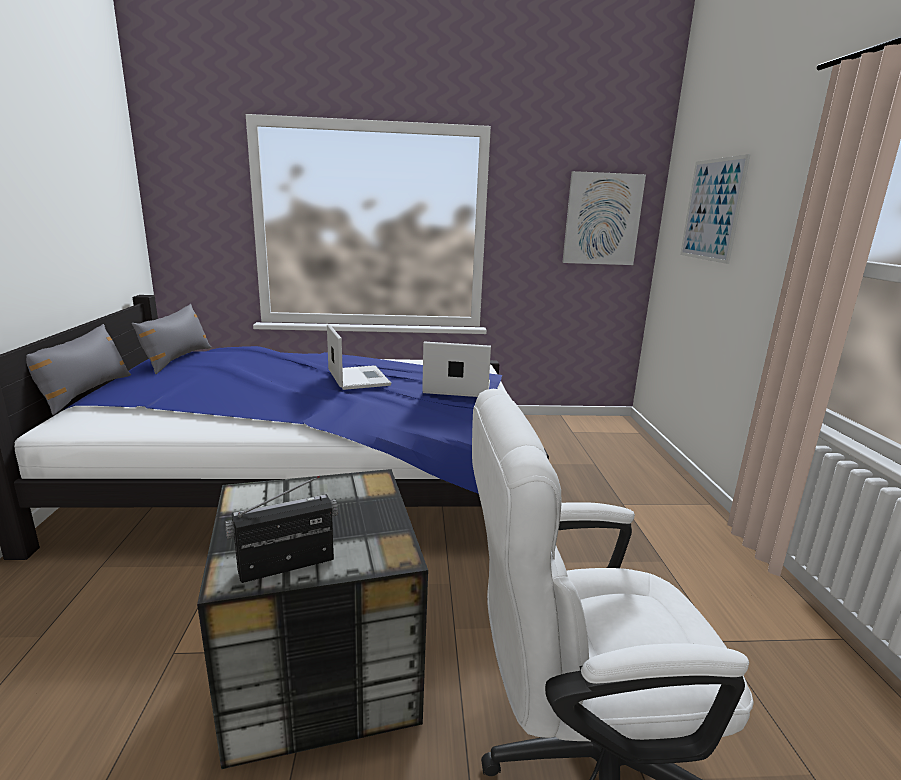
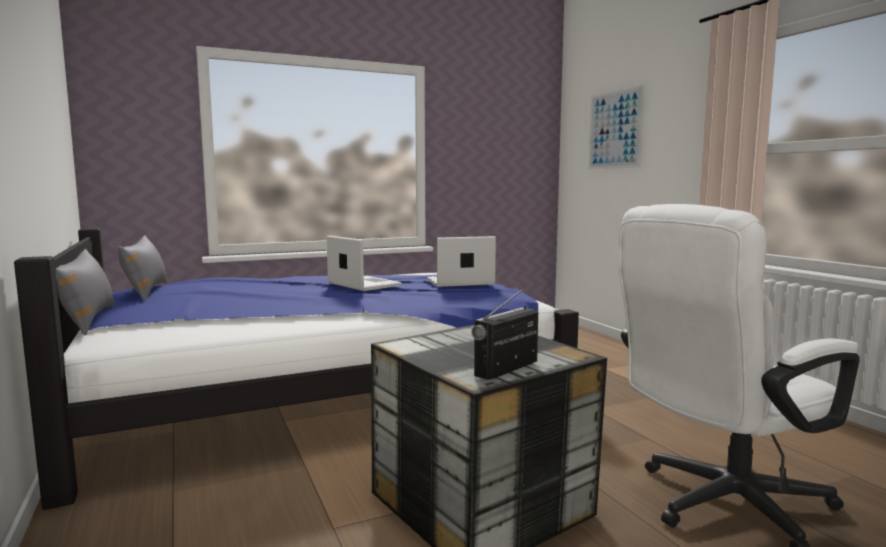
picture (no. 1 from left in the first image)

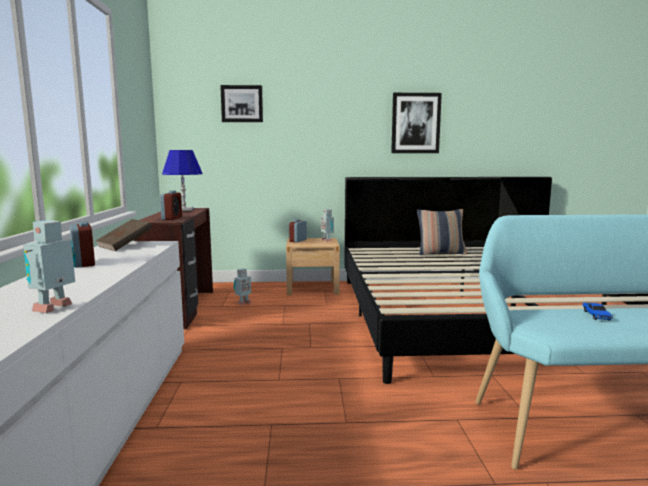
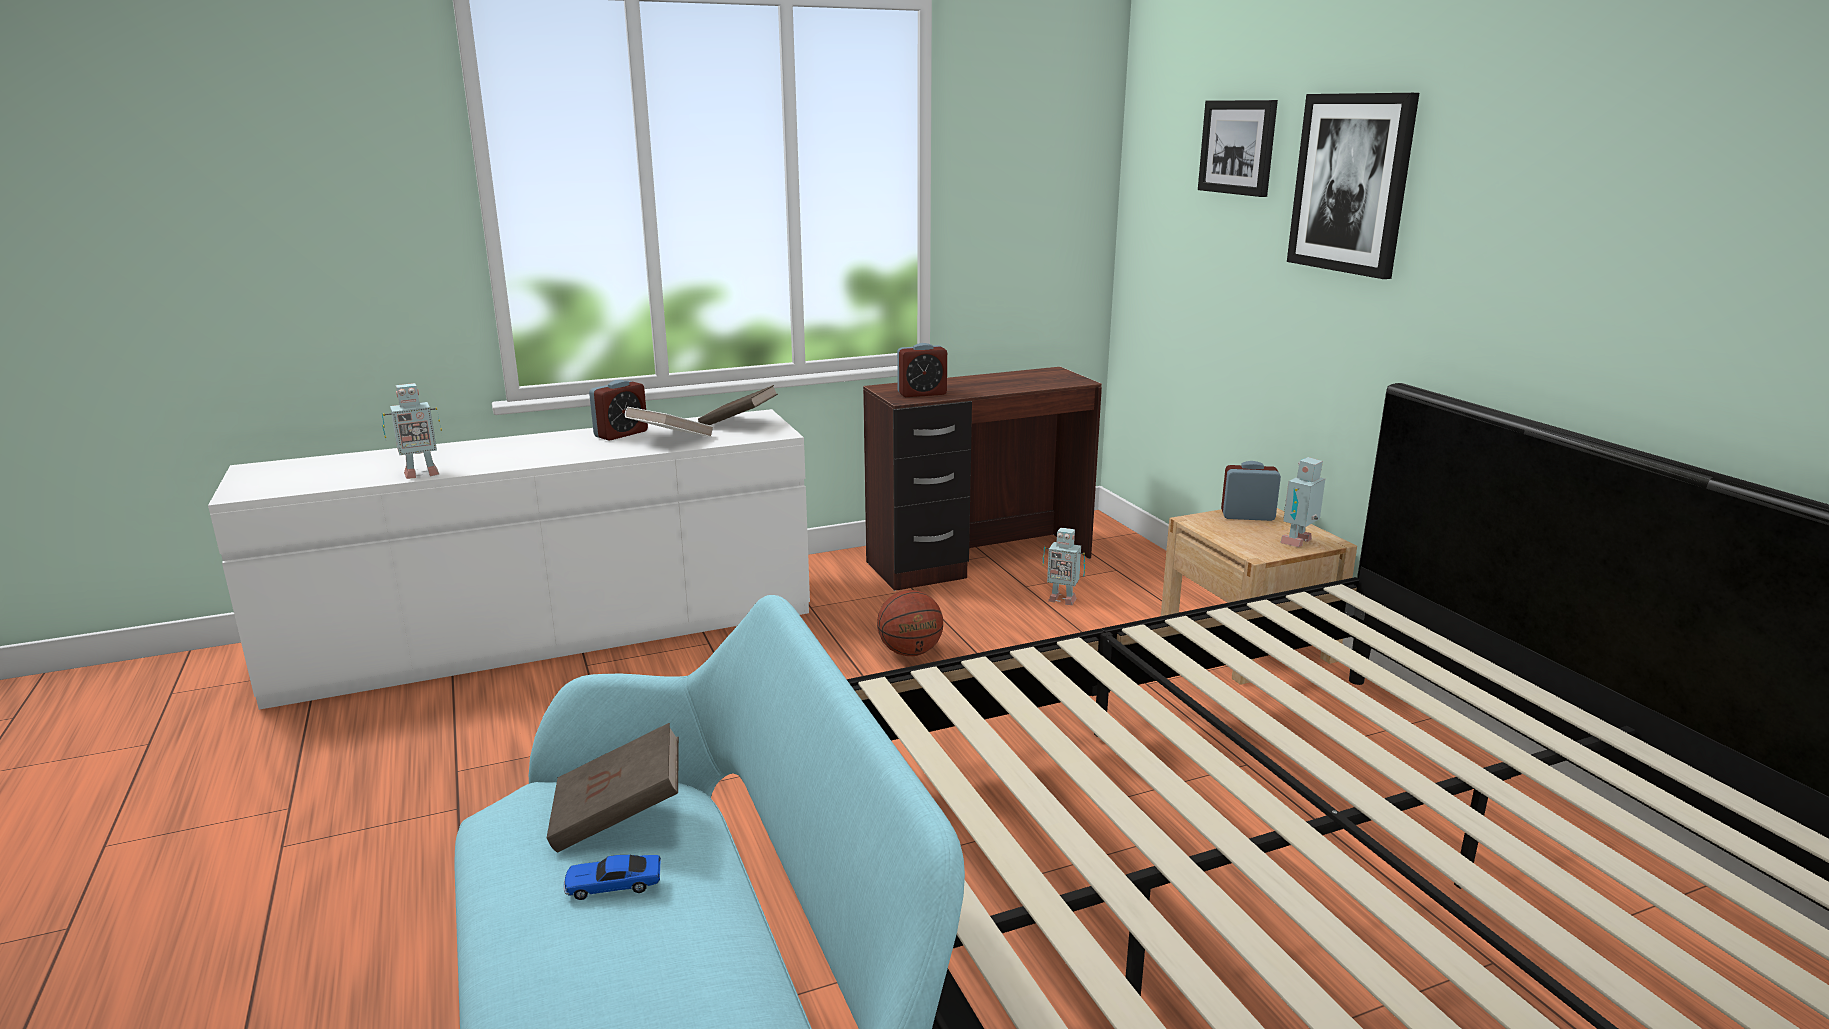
toy robot (no. 1 from left)
table lamp (blue)
picture (no. 2 from left)
pillow
book (brown) (no. 1 from left)
book (white)
basketball

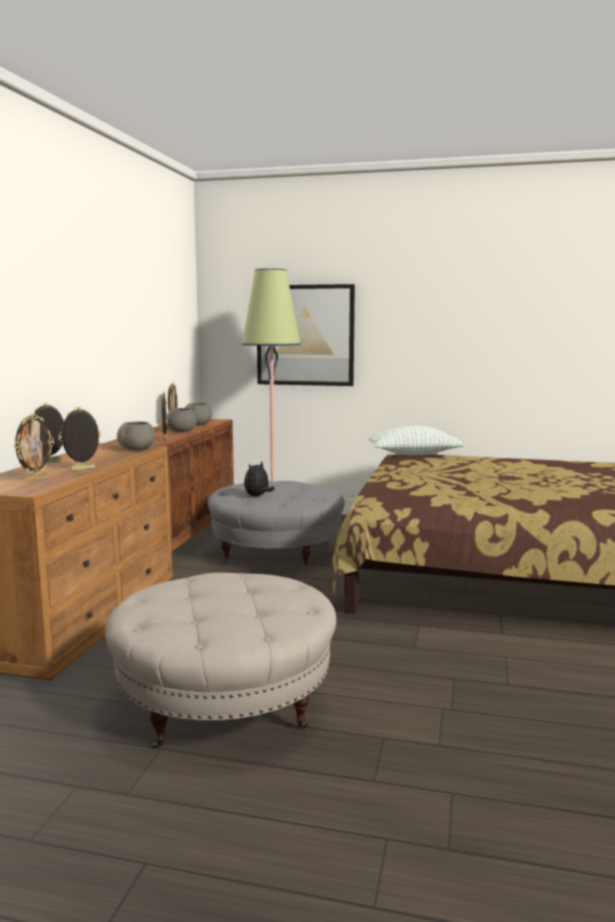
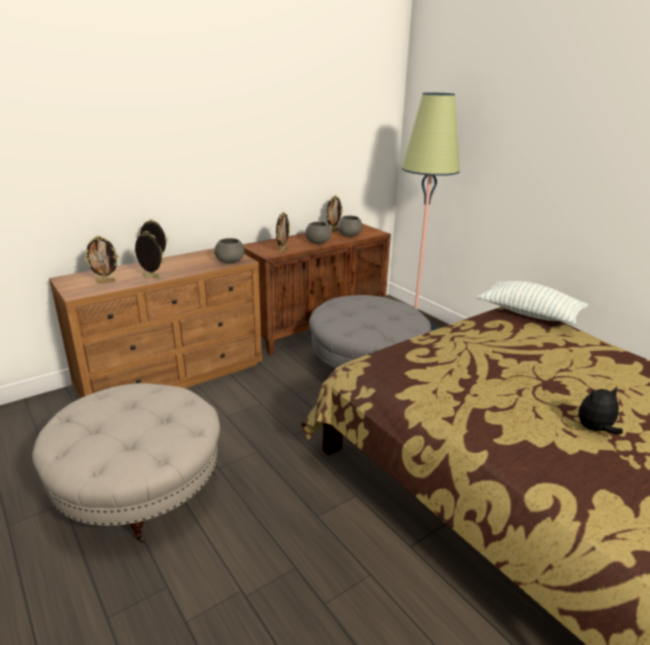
plush toy
picture

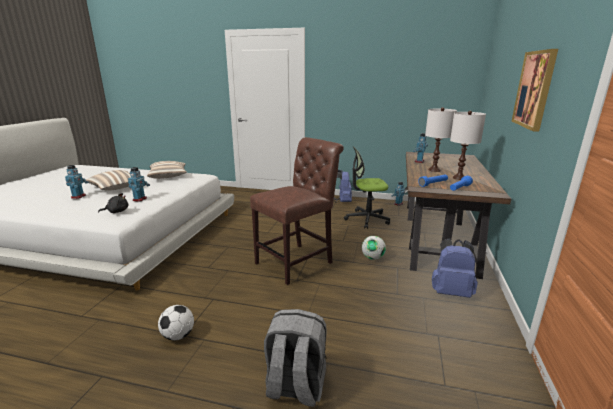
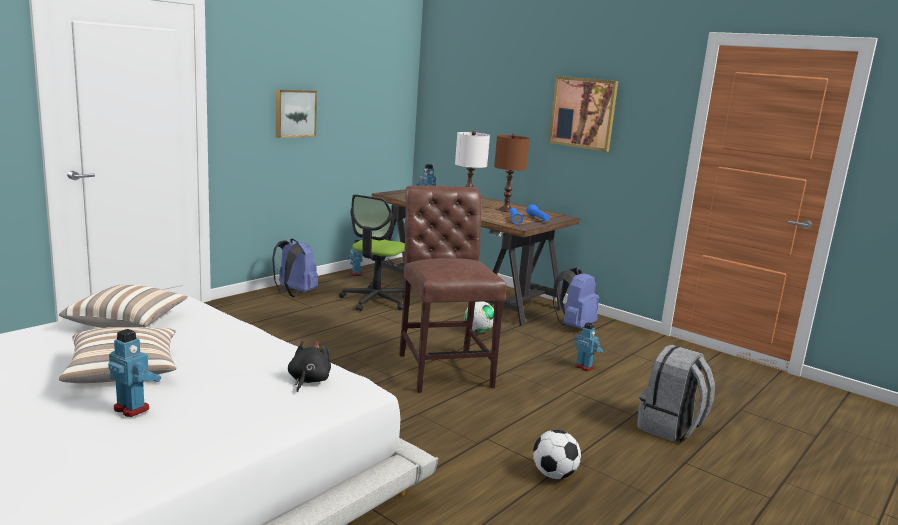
toy robot (no. 4 from left)
table lamp (brown)
picture (no. 1 from left)

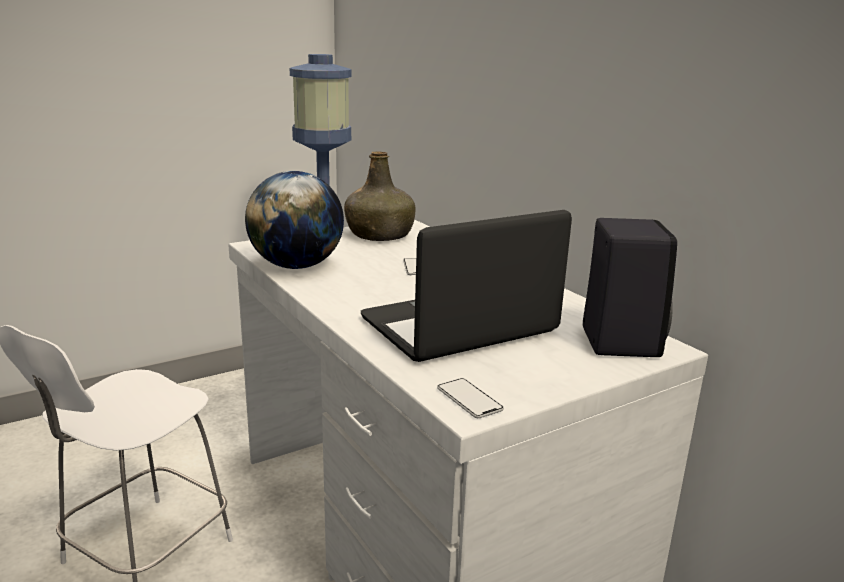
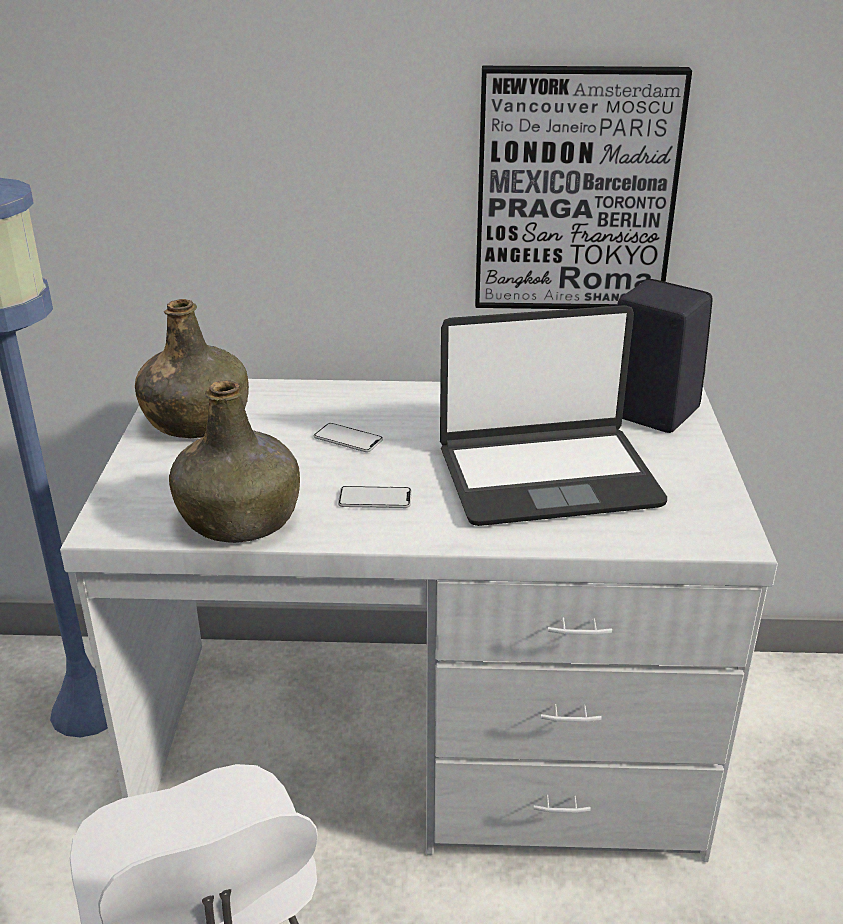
bottle (green) (no. 2 from left)
laptop
phone (no. 2 from left)
picture

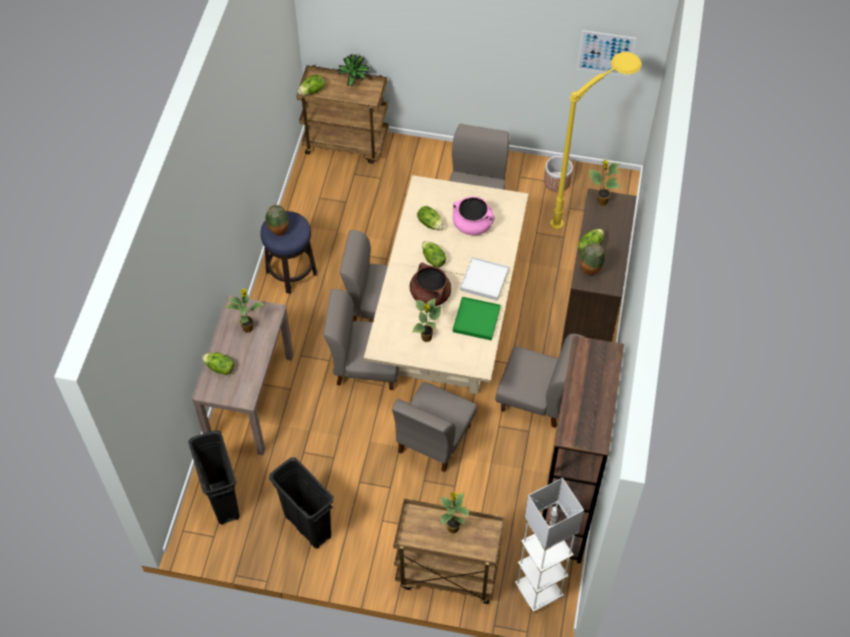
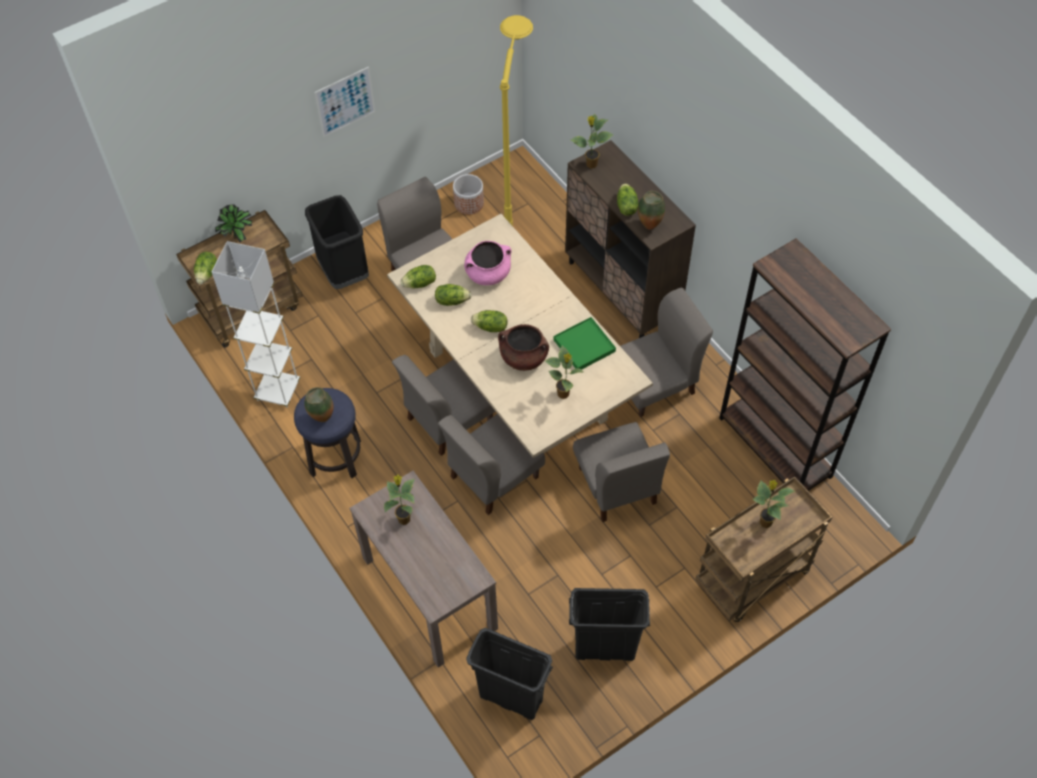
lettuce (no. 2 from left)
tray (white)
floor lamp (white)
picture
trash can (black) (no. 1 from left)

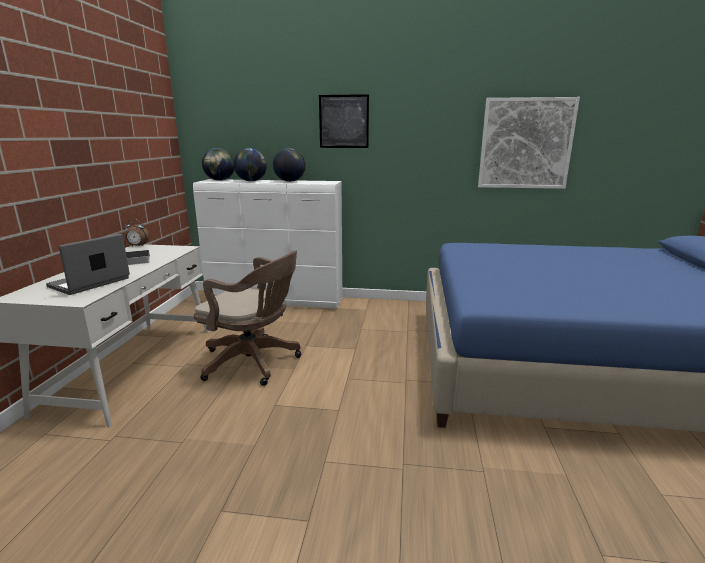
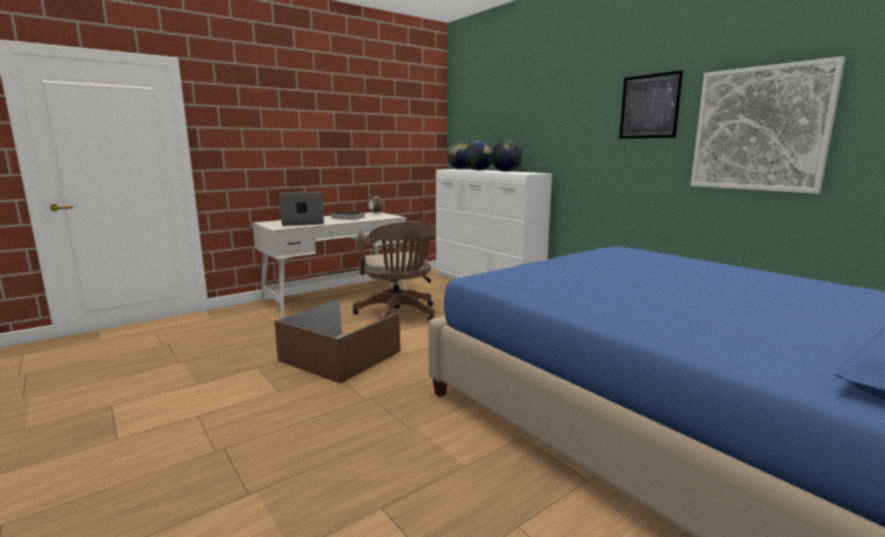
picture (no. 1 from left)
storage box (brown)

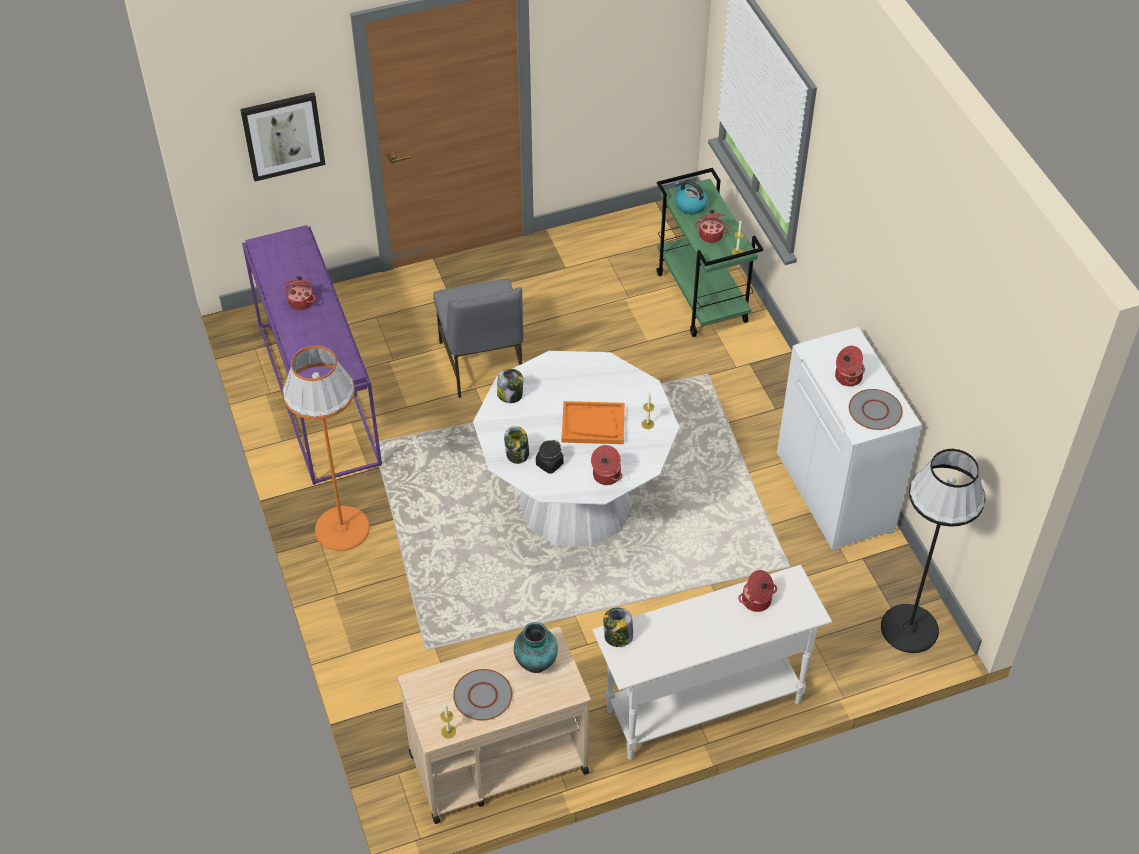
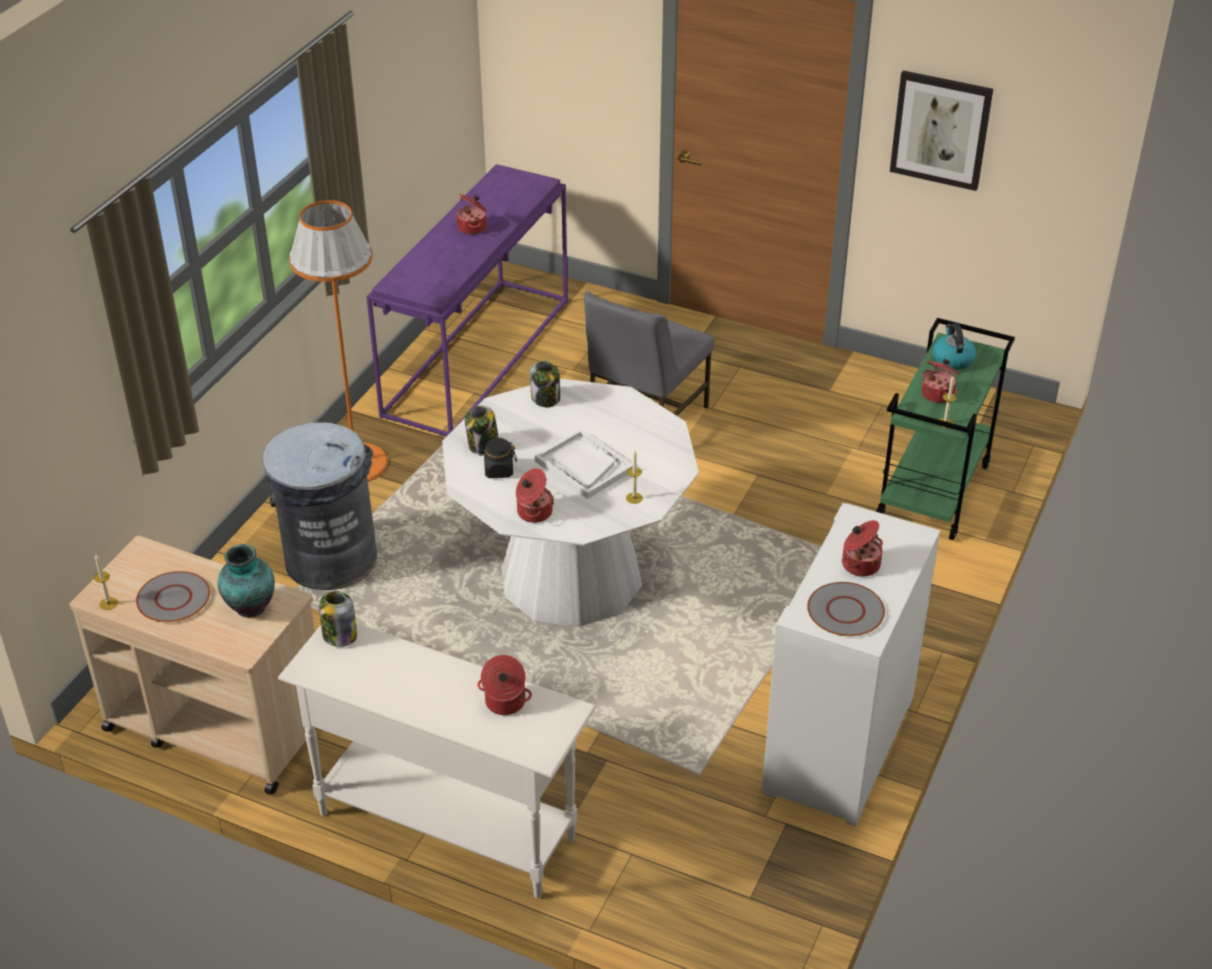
picture
tray (white)
floor lamp (black)
trash can (grey)

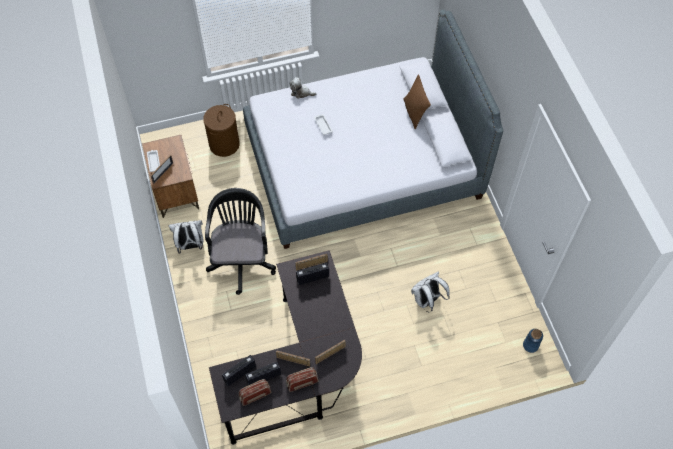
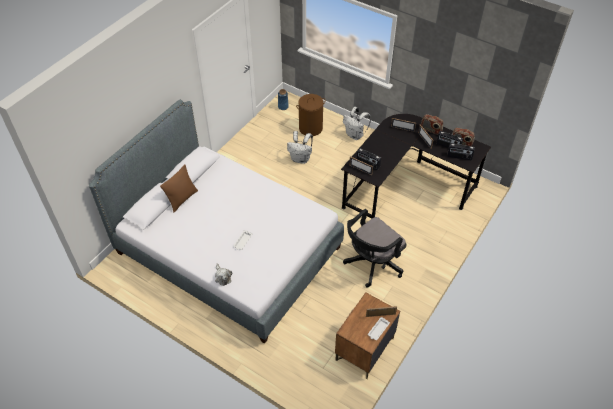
backpack (white) (no. 2 from left)
laundry basket (brown)

